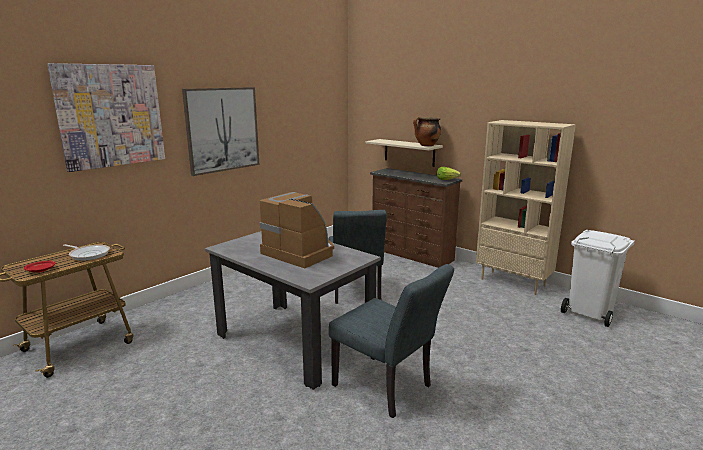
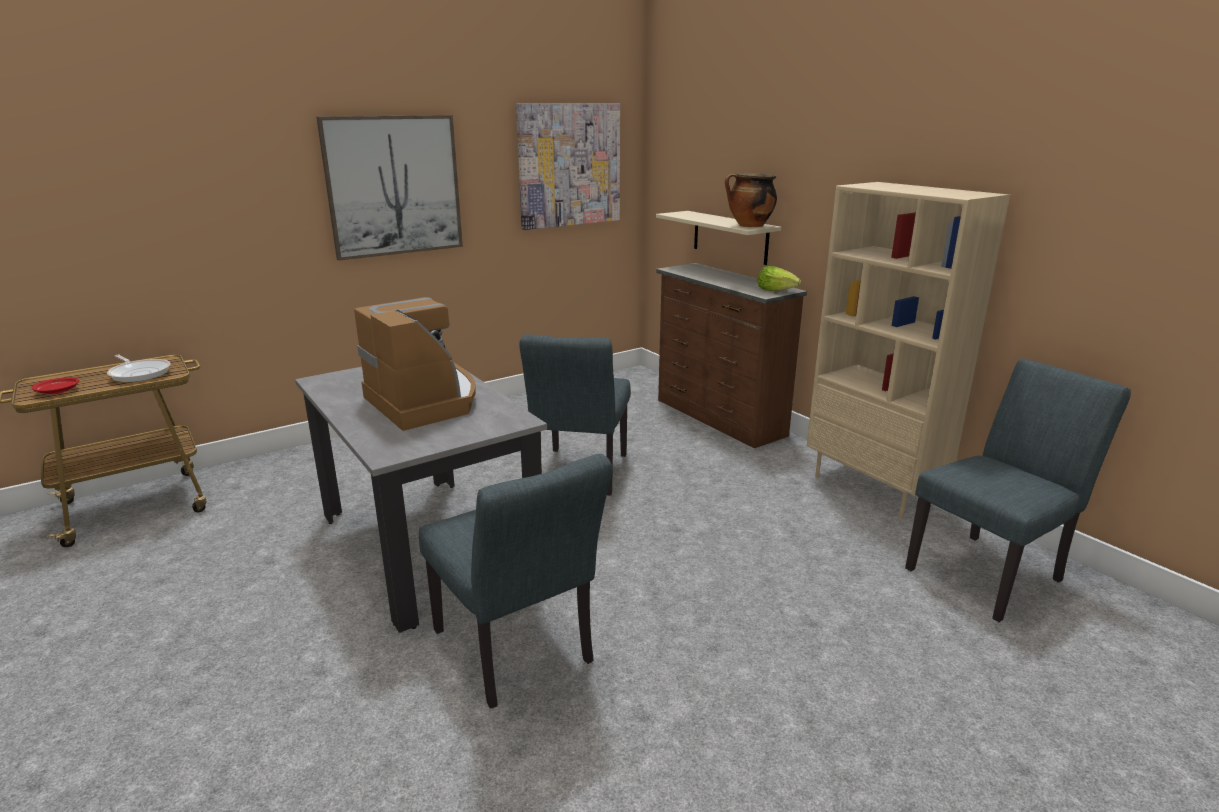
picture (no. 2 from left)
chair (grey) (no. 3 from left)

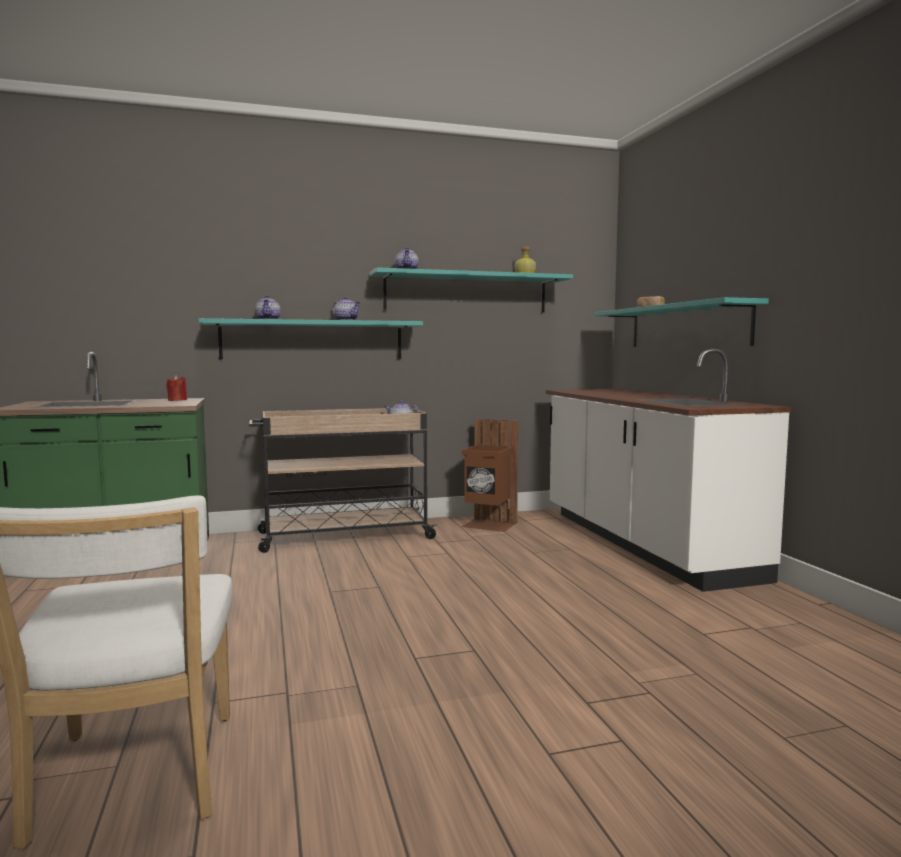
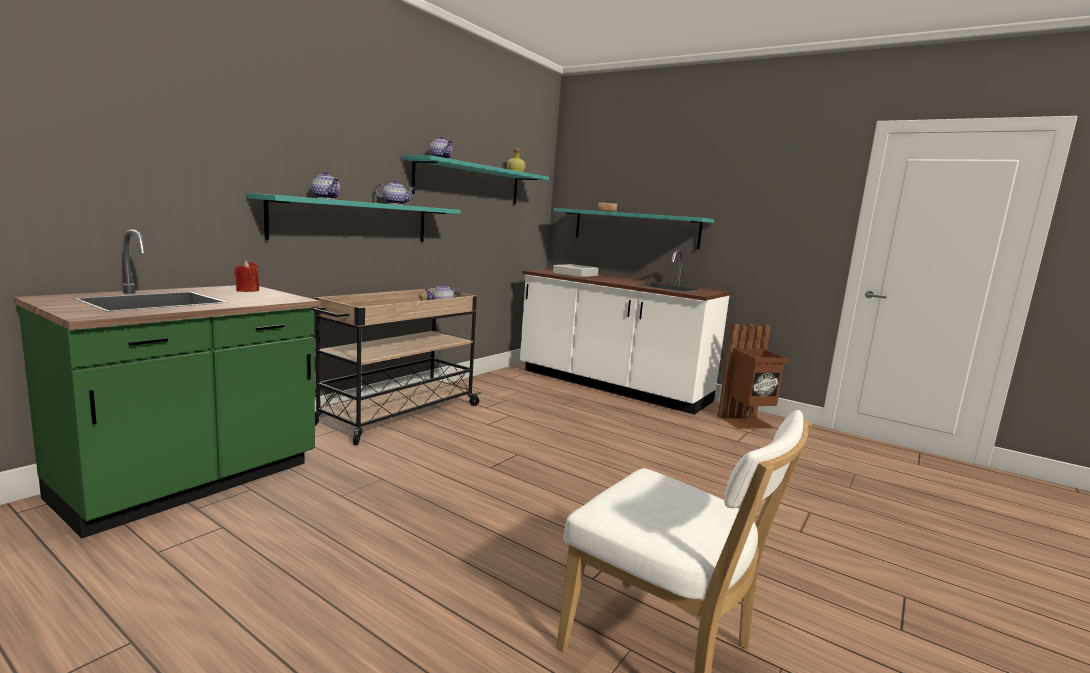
trash can (brown)
tray (grey)

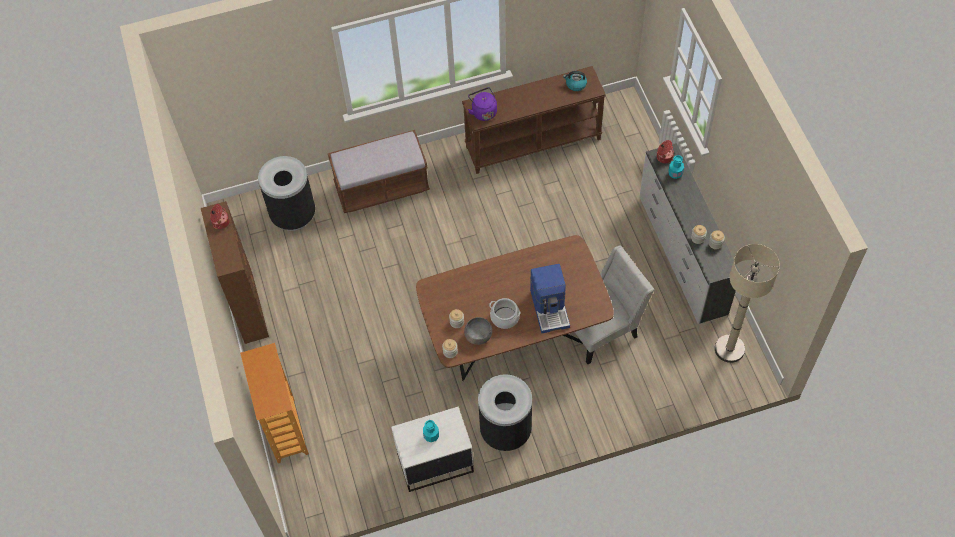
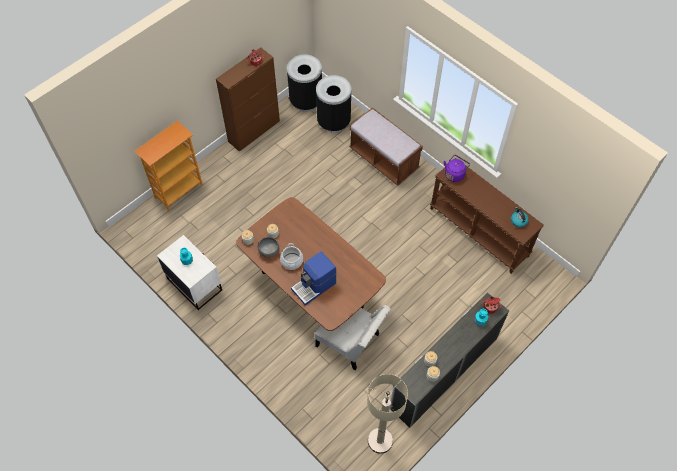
trash can (black) (no. 1 from left)

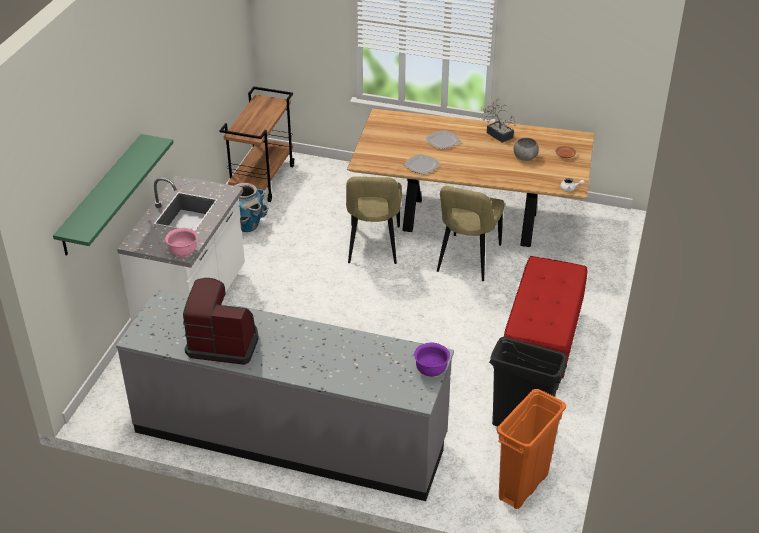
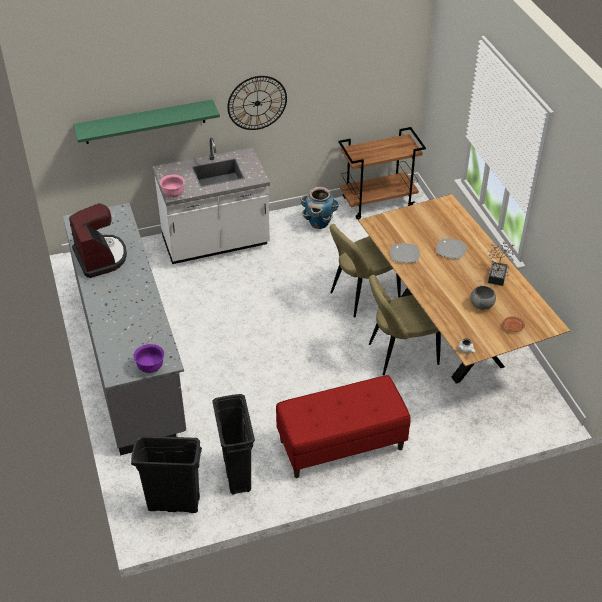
trash can (black) (no. 1 from left)
wall clock

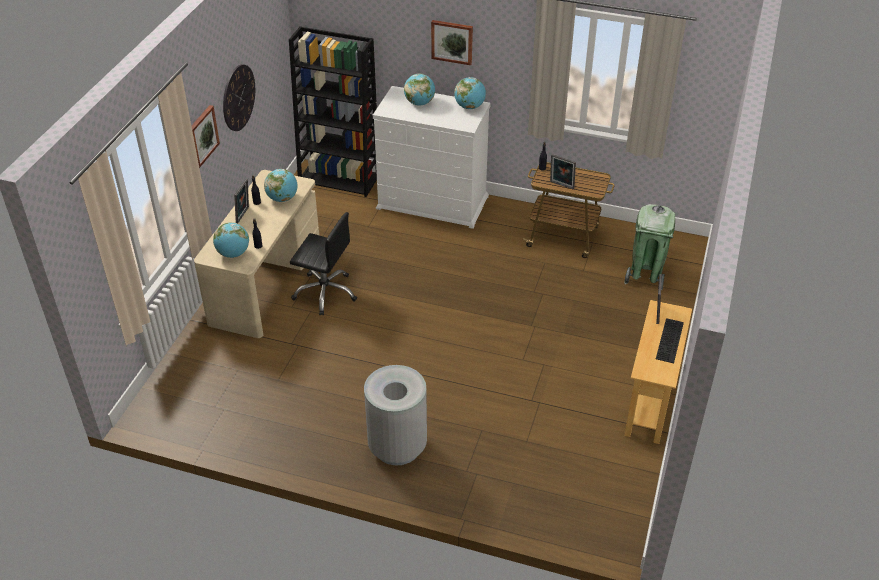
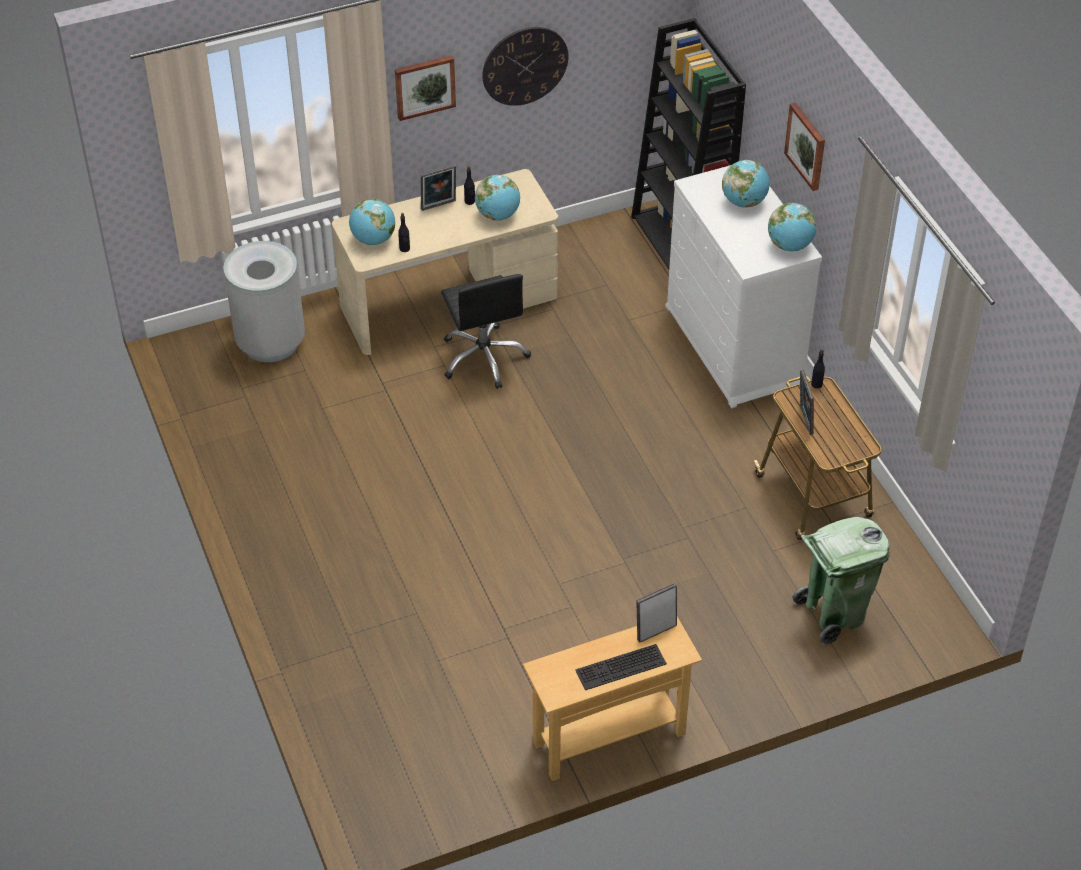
trash can (grey)

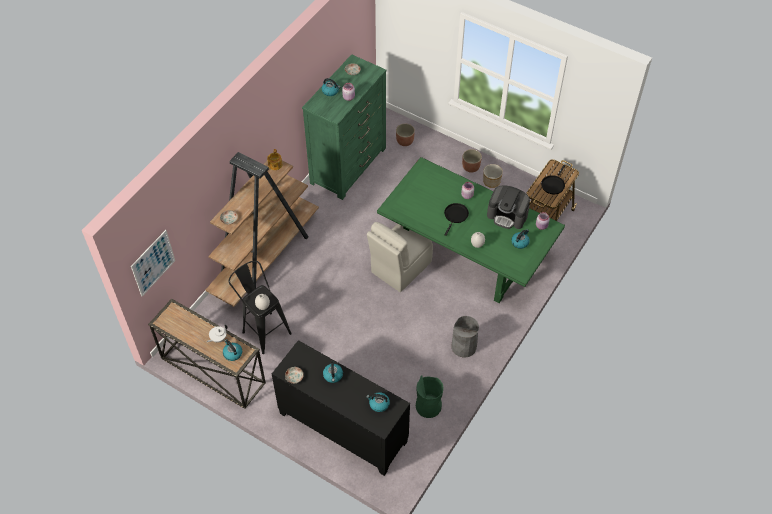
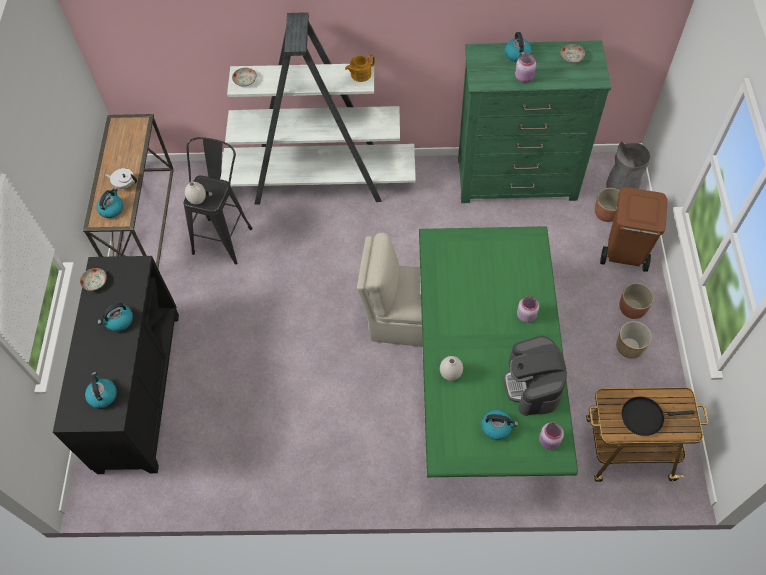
picture
bookcase (white)
trash can (green)
frying pan (black) (no. 1 from left in the first image)
trash can (grey)
trash can (brown)

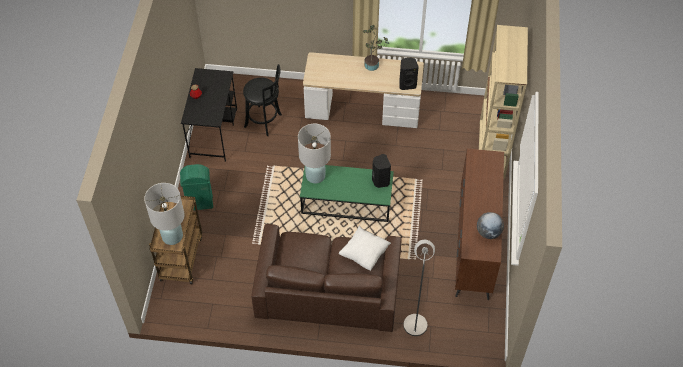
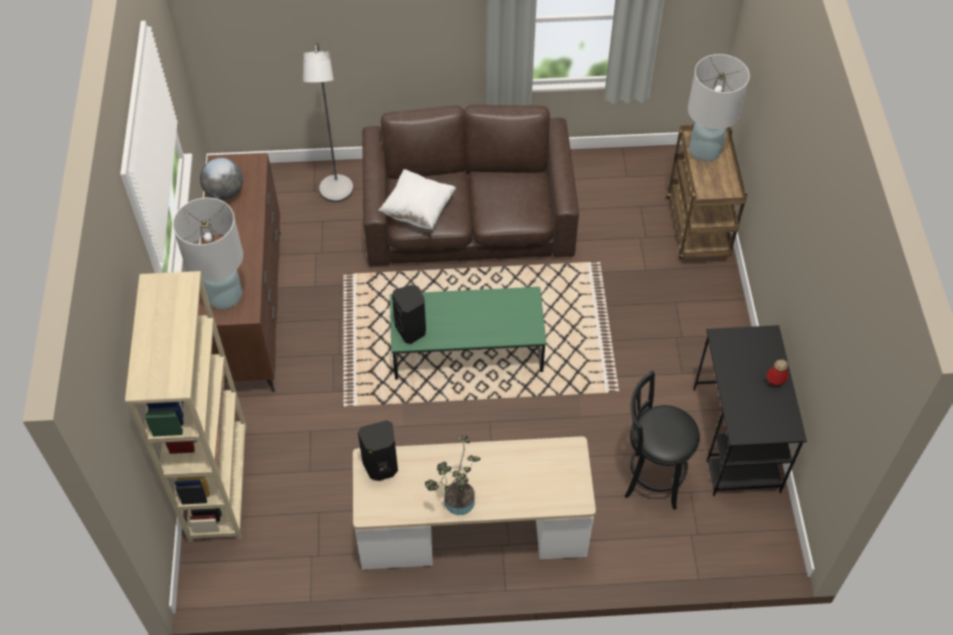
trash can (green)
table lamp (white) (no. 1 from left)

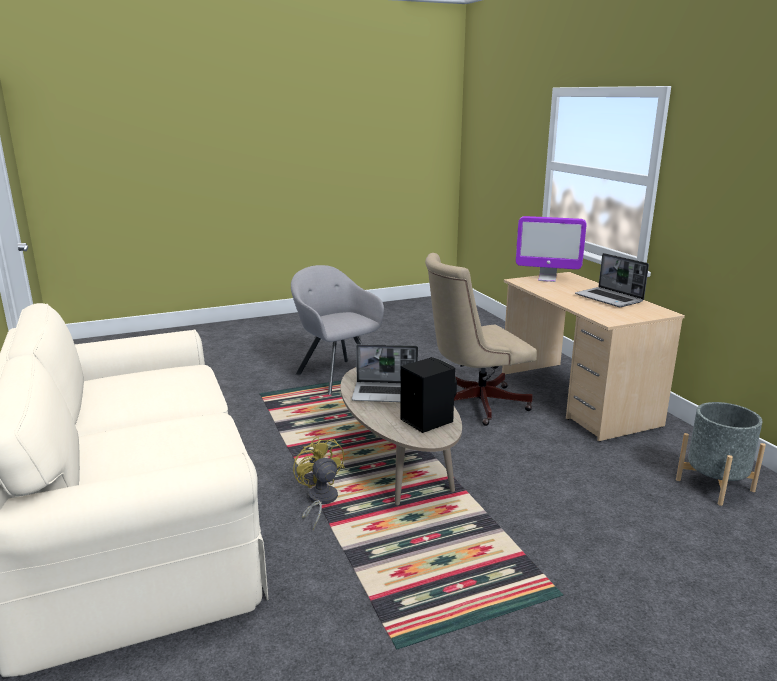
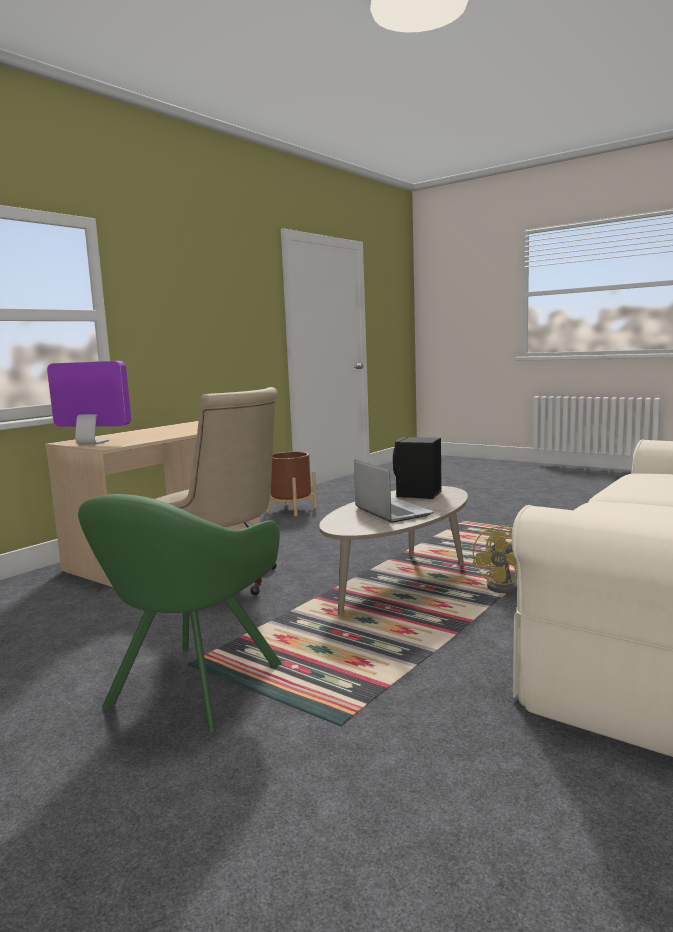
armchair (green)
monitor
laptop (no. 2 from left in the first image)
planter (brown)

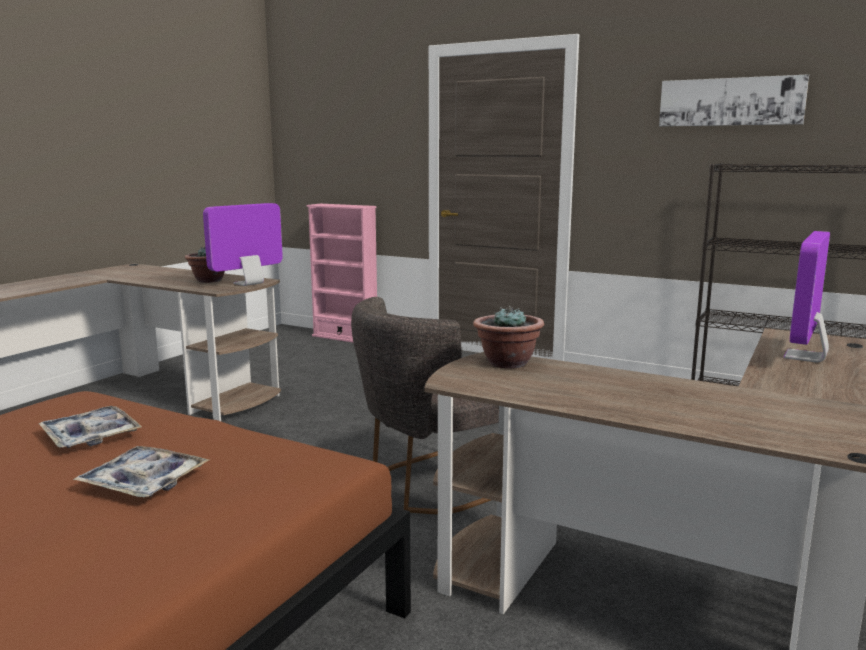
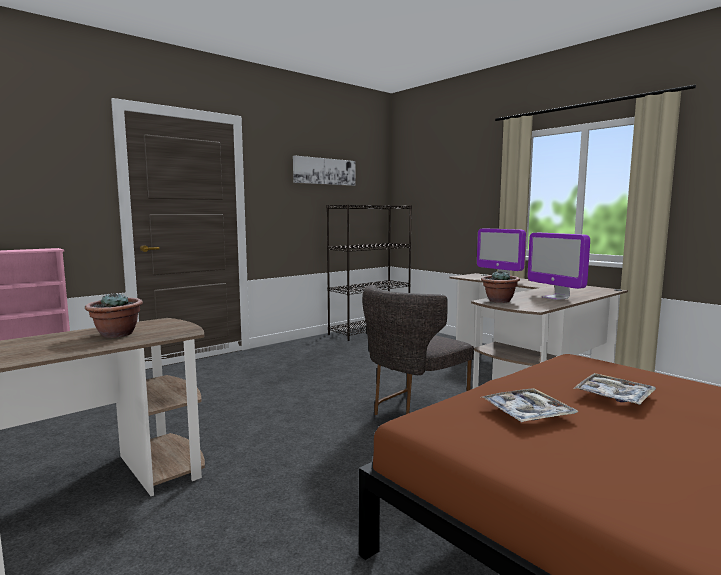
monitor (no. 2 from left)
chair (grey)

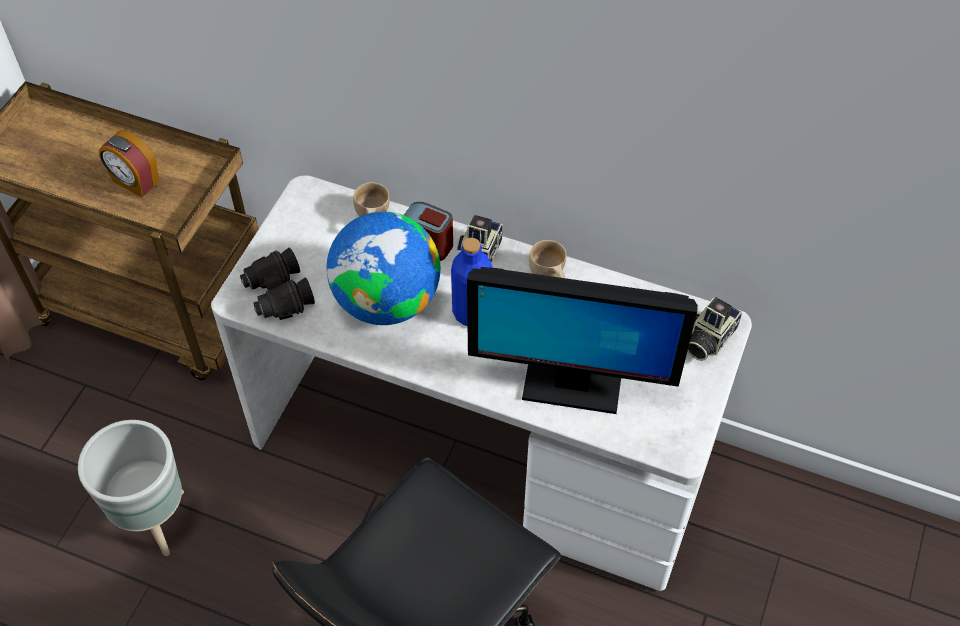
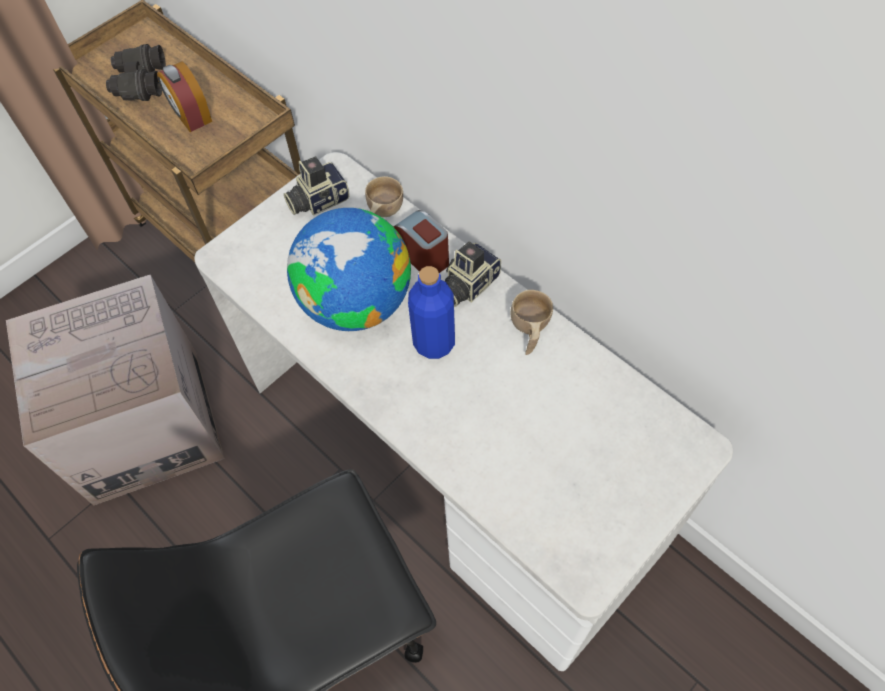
cardboard box
binoculars (black)
monitor
photo camera (no. 1 from left)

